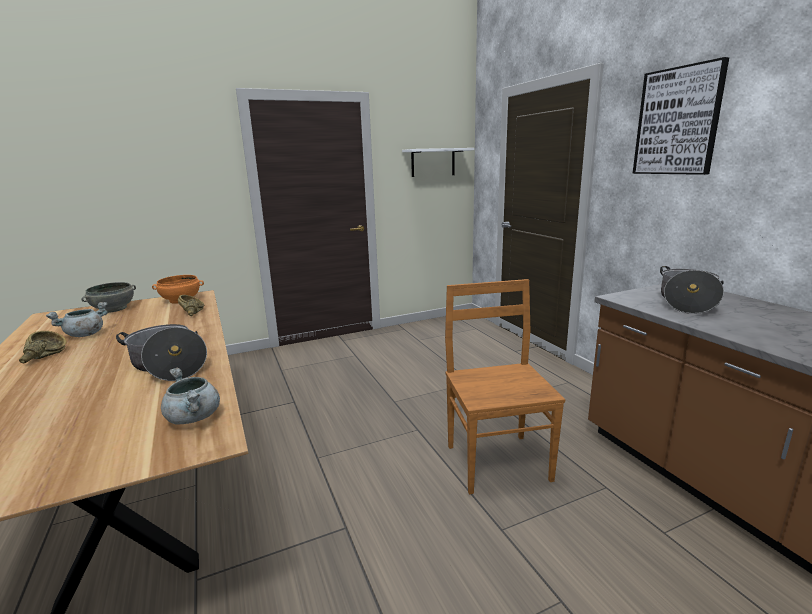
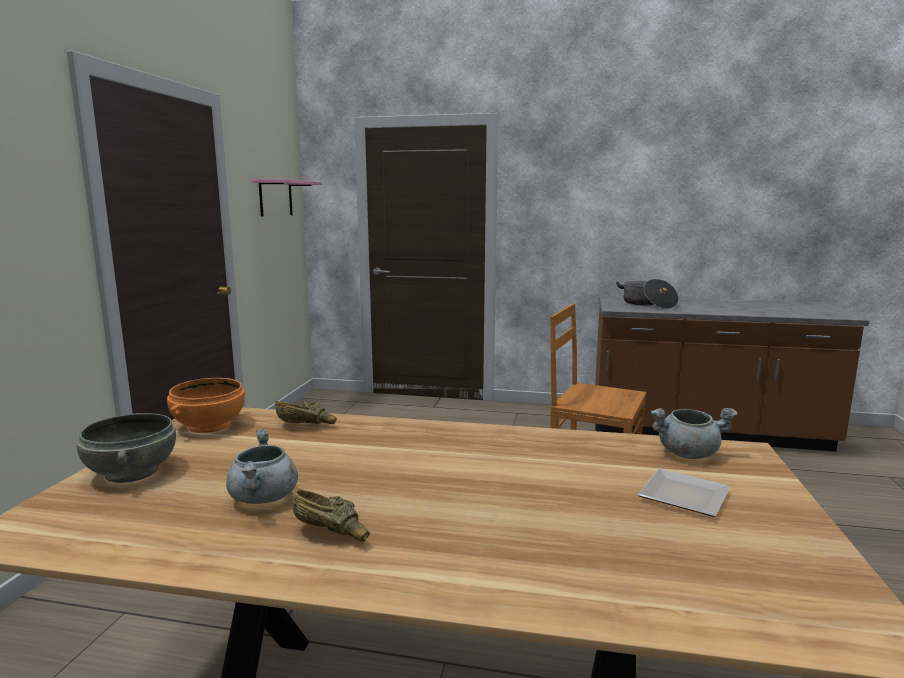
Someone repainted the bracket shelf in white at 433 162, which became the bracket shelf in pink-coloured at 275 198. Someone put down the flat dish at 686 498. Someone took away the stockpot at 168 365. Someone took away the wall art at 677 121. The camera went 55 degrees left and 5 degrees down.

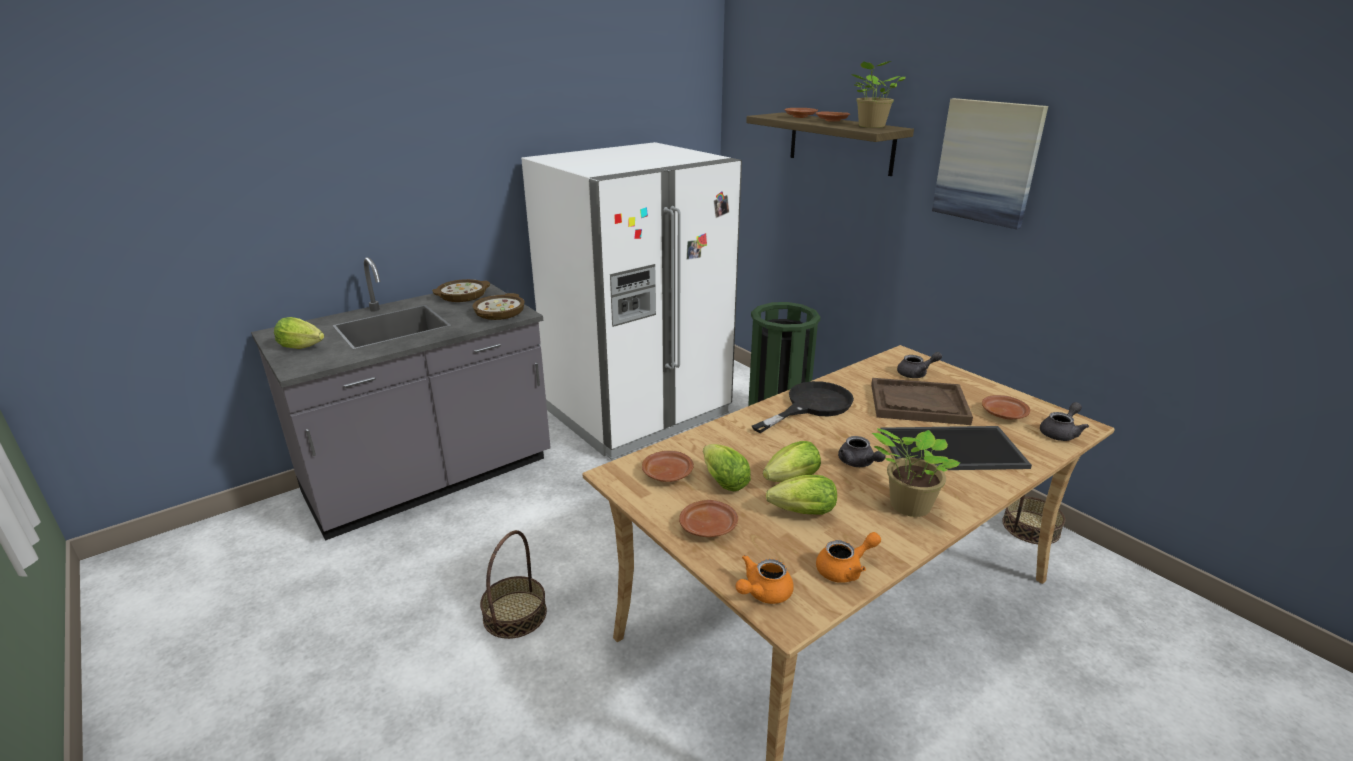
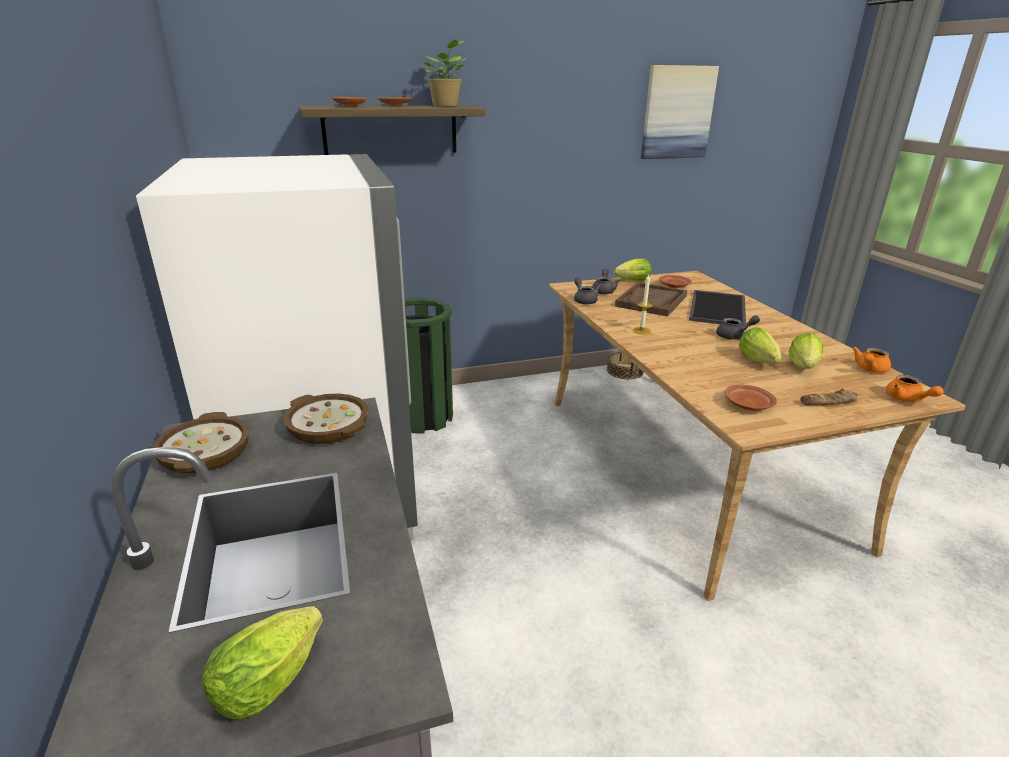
Someone carried the pot for tea in grey from 1060 433 to 584 300. Someone carried the lettuce head from 722 480 to 631 281. Someone swapped the skillet in black at 811 406 for the candle at 641 331. Someone carried the wall art from 987 162 to 677 112. Someone swapped the flat dish in brown at 709 527 for the bread at 829 402. Someone rotated the pot for tea in orange-coloured at 845 569 by 135 degrees counterclockwise. Someone took away the storage basket at 514 614. Someone took away the houseplant at 907 506. The camera went 70 degrees left and 0 degrees up.

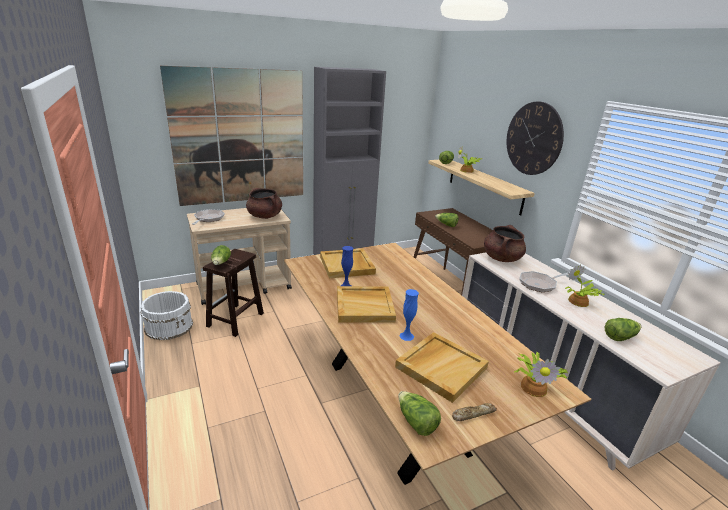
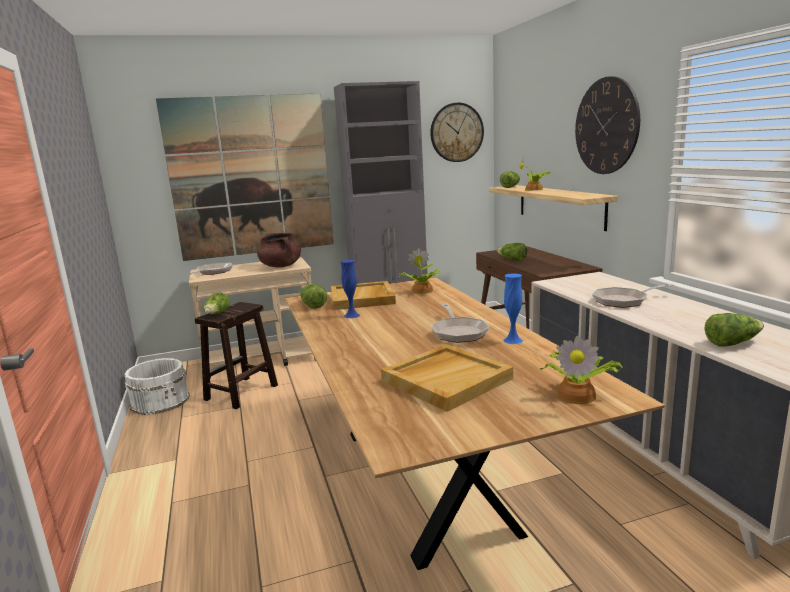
Someone carried the lettuce head from 416 422 to 312 305. Someone carried the houseplant from 578 302 to 421 291. Someone put up the hanging clock at 456 132. Someone put down the skillet at 458 332. Someone carried the vase in blue from 406 336 to 513 340. Someone took away the carrying tray in beige-coloured at 365 306. Someone took away the bread at 473 414. Someone took away the stockpot in brown at 501 258. The camera went 10 degrees right and 10 degrees down.

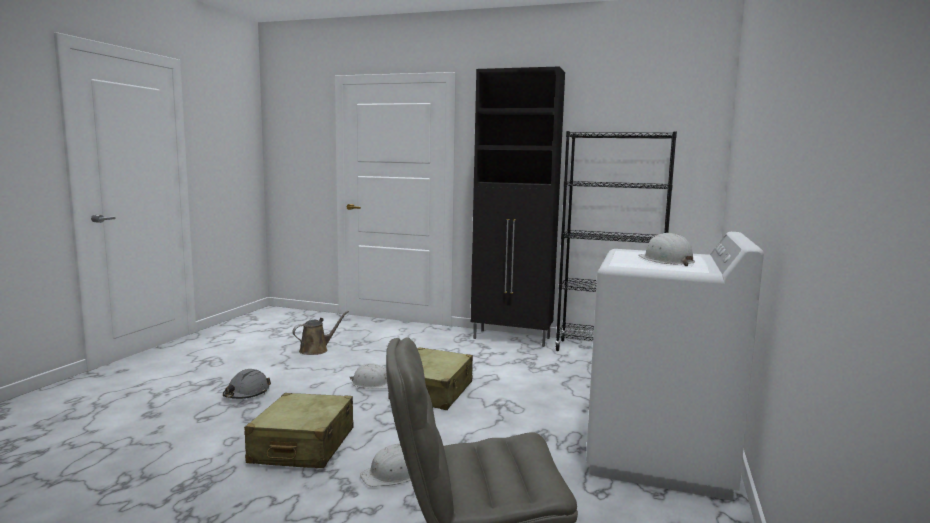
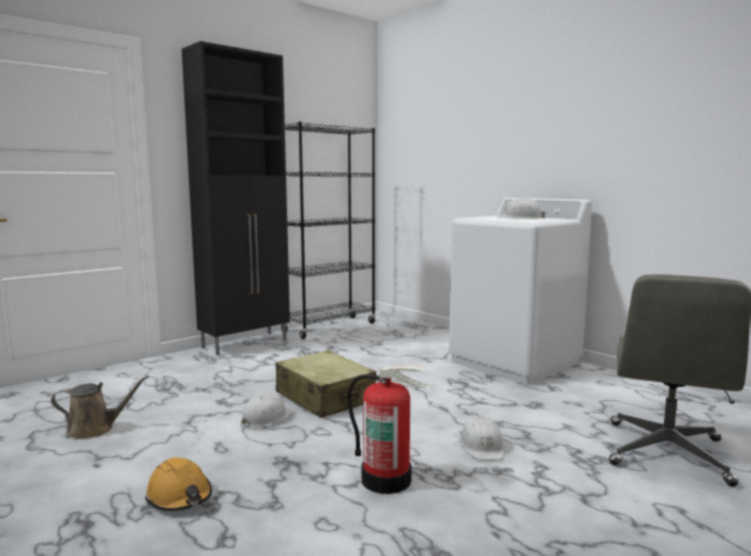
Someone rotated the watering pot in brown at 316 350 by 90 degrees clockwise. Someone repainted the hard hat in grey at 246 394, which became the hard hat in orange-coloured at 180 497. Someone swapped the piece of luggage in beige-coloured at 302 446 for the extinguisher at 387 479. The camera went 60 degrees left and 0 degrees up.

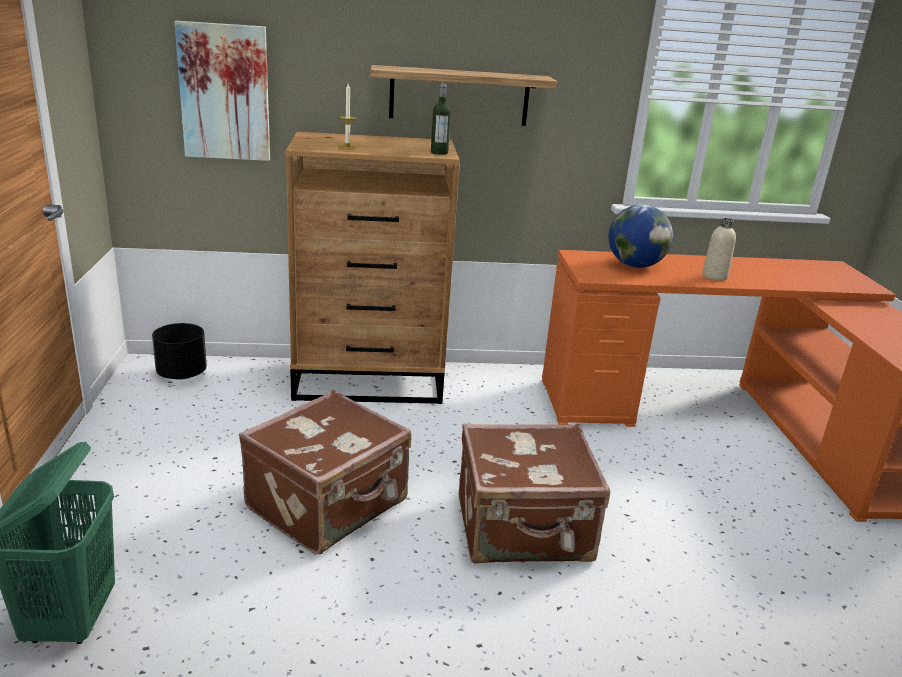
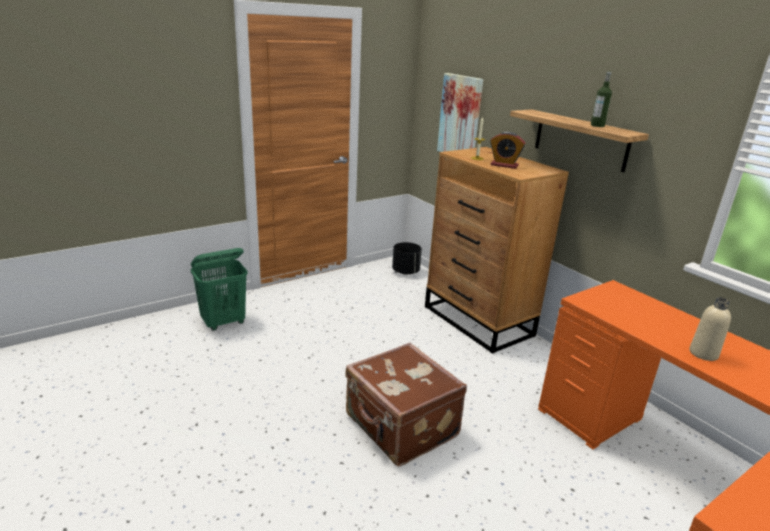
Someone put down the table clock at 504 165. Someone carried the drink bottle from 439 153 to 597 125. Someone took away the piece of luggage in brown at 329 505. Someone took away the world globe at 635 265. The camera went 60 degrees right and 0 degrees up.

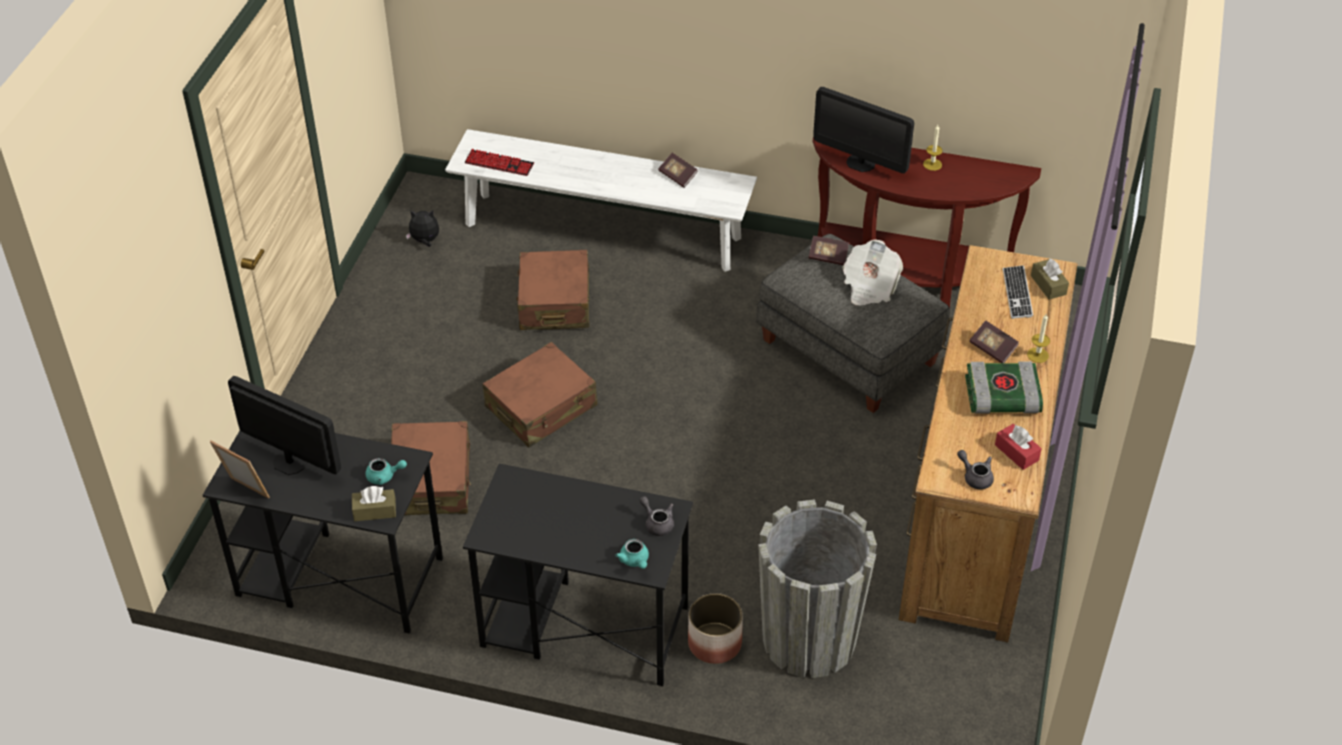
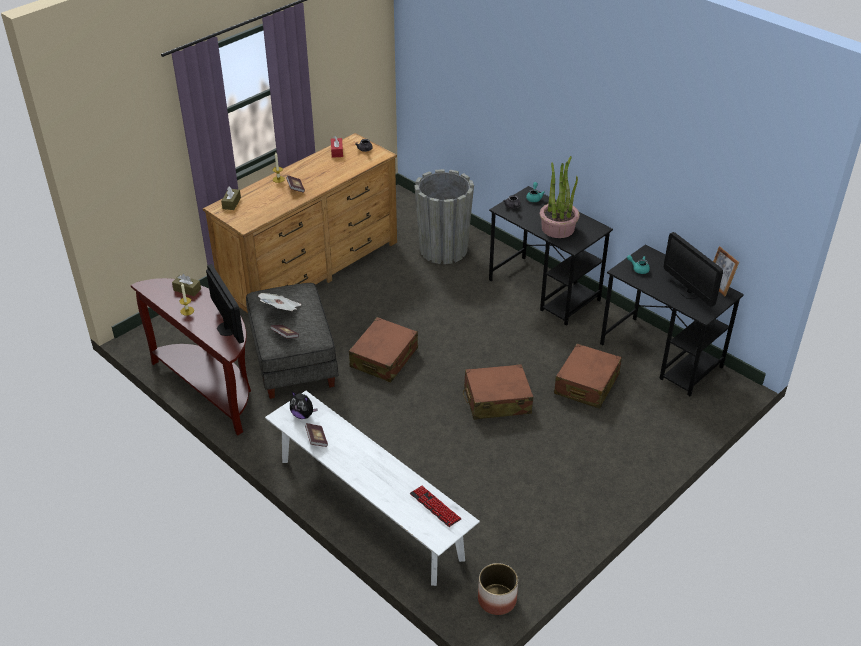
Someone carried the tissue box in brown from 374 511 to 187 289. Someone carried the soft toy from 425 241 to 303 415. Someone carried the piece of luggage in brown from 554 303 to 384 358. Someone carried the planter from 714 643 to 497 599. Someone put down the houseplant at 558 228. Someone took away the bound book at 1001 397. Someone took away the computer keyboard at 1017 293. The camera went 150 degrees left and 5 degrees down.

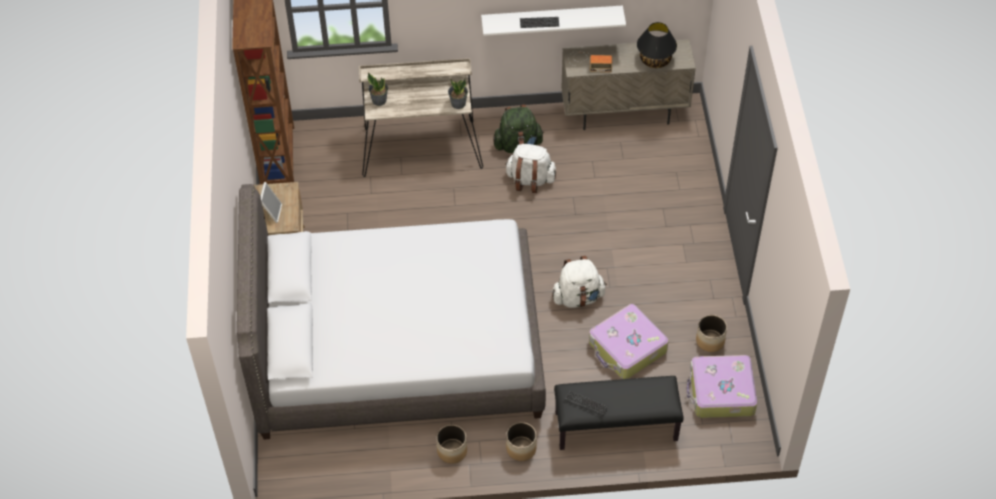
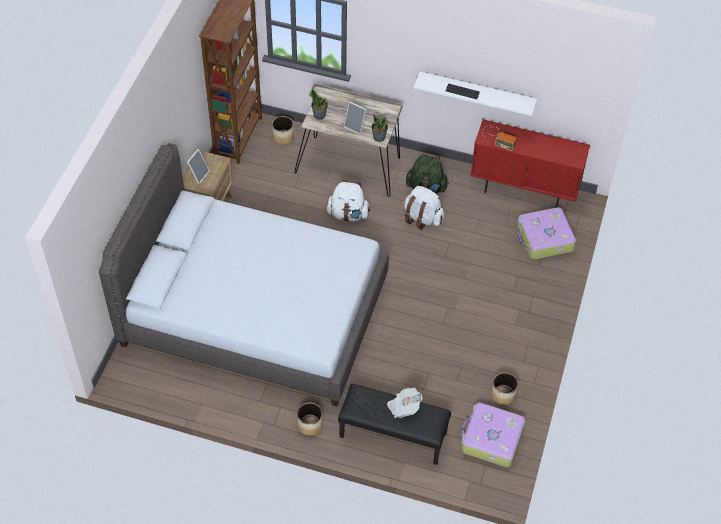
Someone carried the planter from 452 451 to 283 137. Someone carried the rucksack in white from 578 297 to 348 214. Someone put down the standing frame at 355 126. Someone put down the printed paper at 404 407. Someone repainted the cupboard in beige-coloured at 624 114, which became the cupboard in red-coloured at 523 191. Someone carried the piece of luggage from 627 348 to 544 239. Someone took away the table lamp in black at 655 60. The camera went 20 degrees right and 0 degrees up.

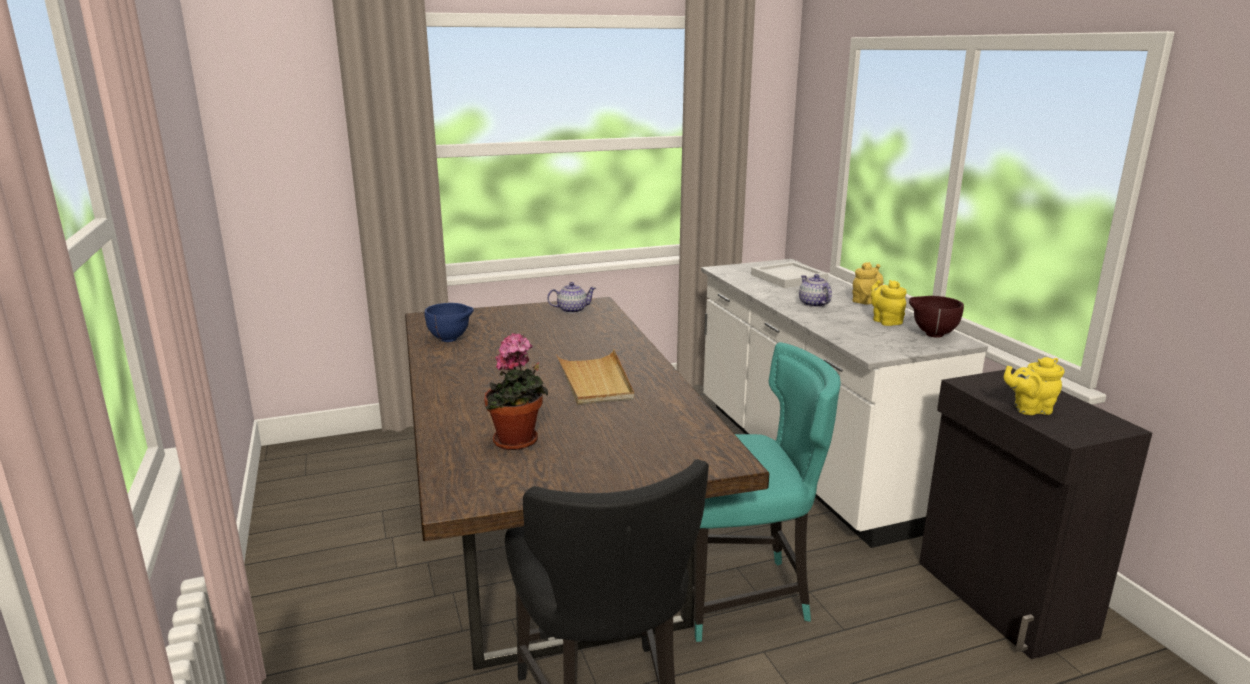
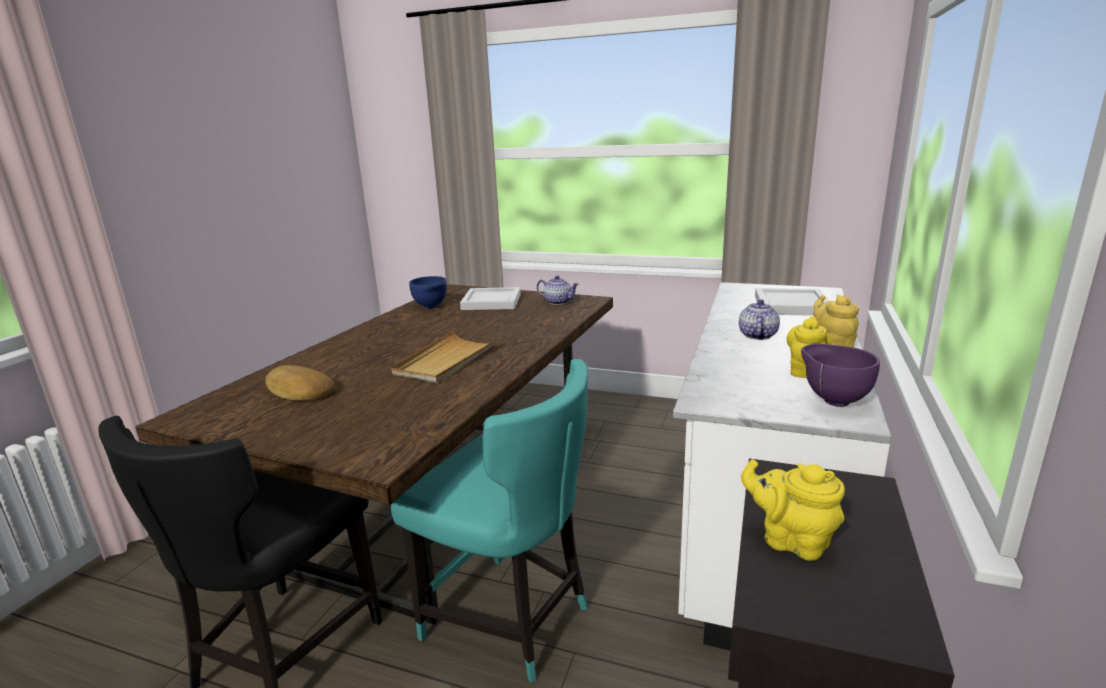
Someone swapped the houseplant at 518 442 for the bread at 299 391. Someone put down the carrying tray in white at 490 302. Someone repainted the serving bowl in brown at 931 334, which became the serving bowl in purplish at 833 400. Someone rotated the pot for tea in yellowish at 865 300 by 90 degrees counterclockwise. The camera went 40 degrees right and 0 degrees up.

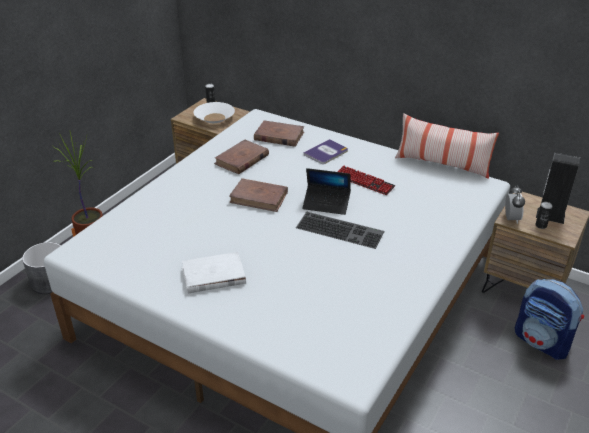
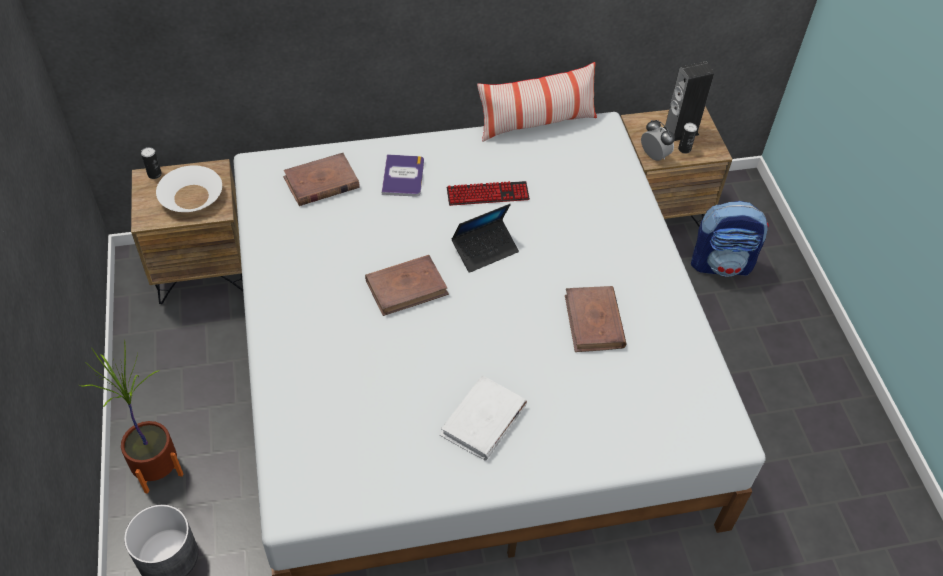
Someone carried the bound book in brown from 241 159 to 594 322. Someone took away the computer keyboard at 341 229. The camera went 45 degrees left and 15 degrees up.

